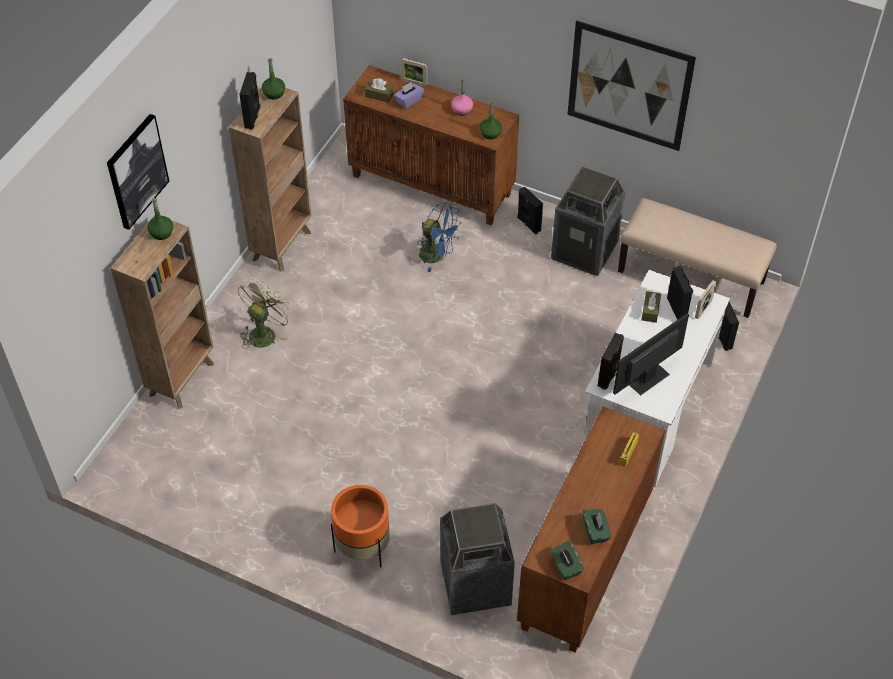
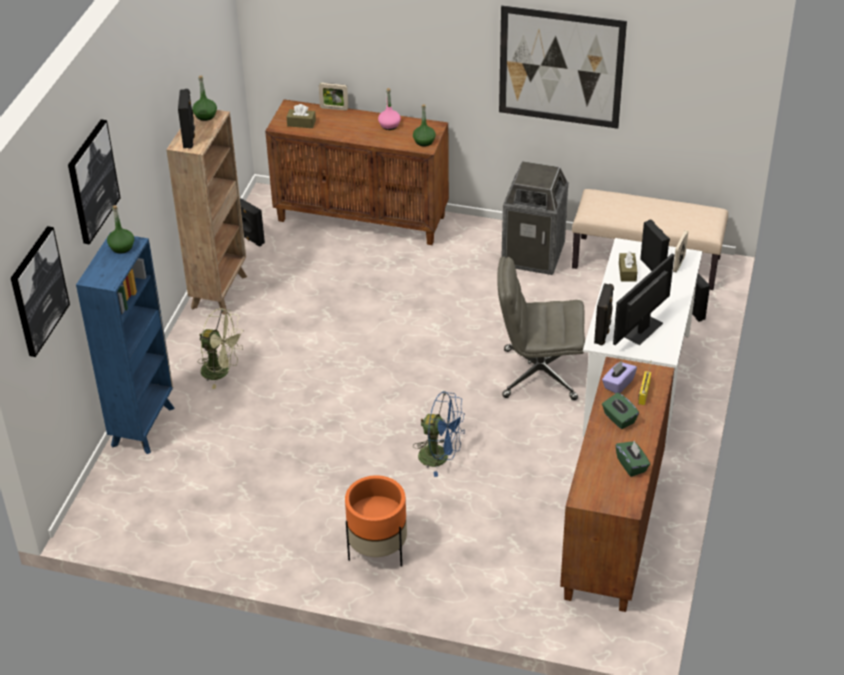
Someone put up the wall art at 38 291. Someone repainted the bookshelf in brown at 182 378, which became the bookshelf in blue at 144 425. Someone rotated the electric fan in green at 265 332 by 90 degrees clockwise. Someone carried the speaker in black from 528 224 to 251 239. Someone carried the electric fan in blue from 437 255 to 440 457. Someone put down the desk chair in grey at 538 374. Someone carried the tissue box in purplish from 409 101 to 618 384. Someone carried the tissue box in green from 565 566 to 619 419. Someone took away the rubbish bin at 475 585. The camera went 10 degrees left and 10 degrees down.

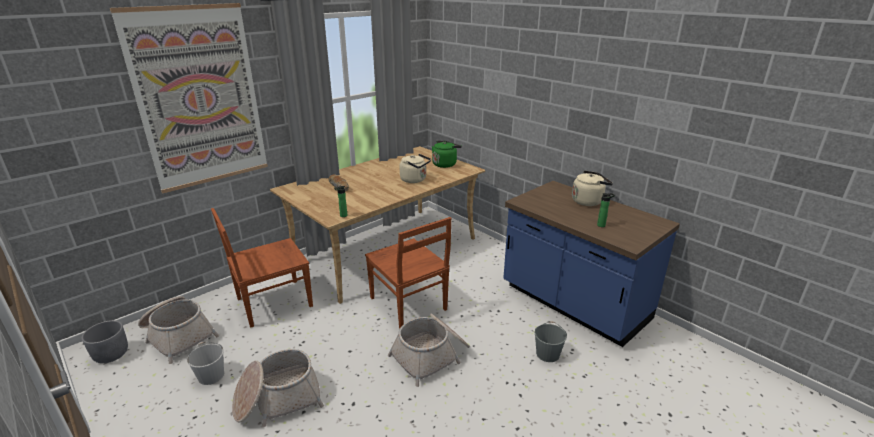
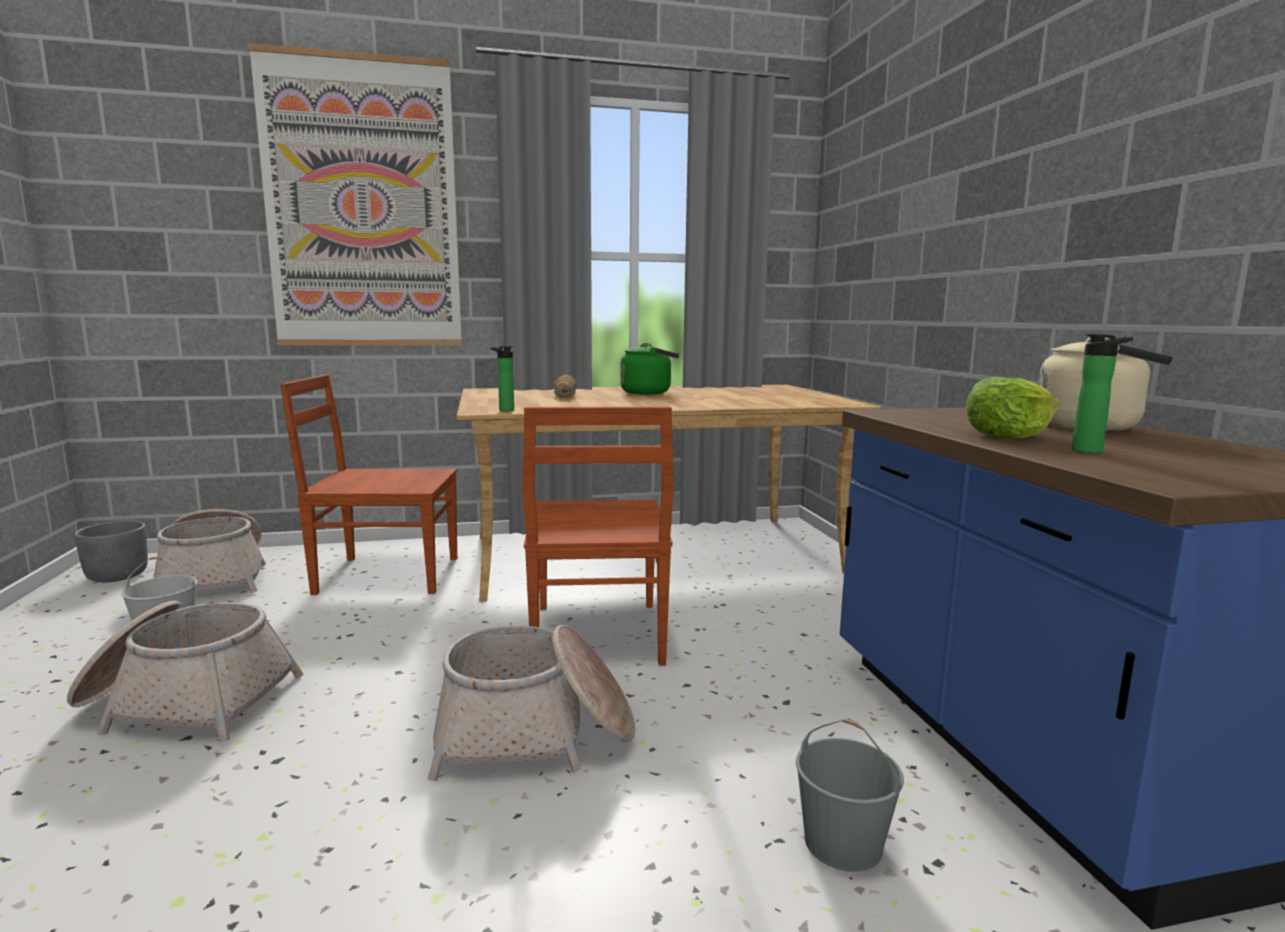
Someone carried the water kettle in green from 445 164 to 649 393. Someone put down the lettuce head at 1008 435. Someone took away the water kettle in beige-coloured at 415 180. The camera went 30 degrees right and 15 degrees down.

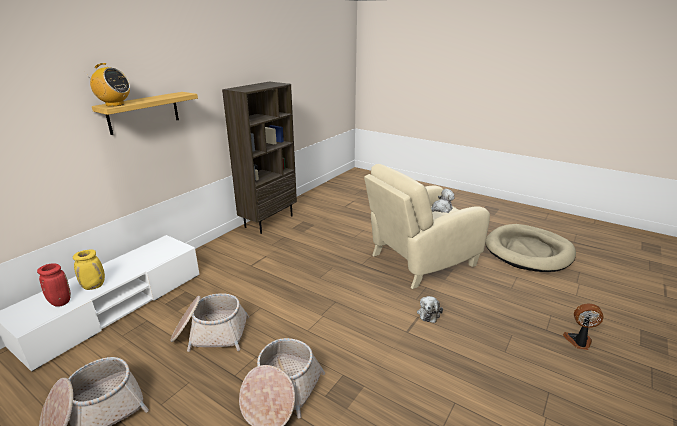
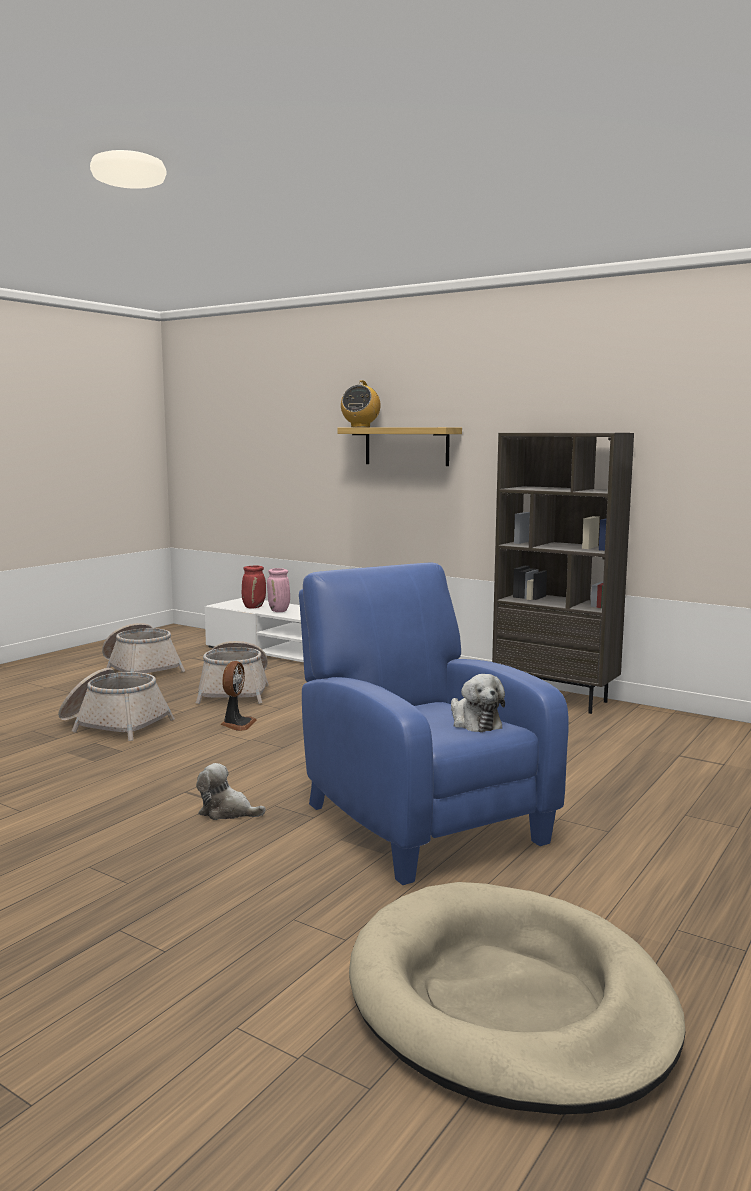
Someone carried the electric fan from 578 341 to 237 724. Someone repainted the vase in yellowish at 94 286, which became the vase in pink-coloured at 279 611. Someone repainted the lounge chair in beige-coloured at 419 261, which became the lounge chair in blue at 419 819. The camera went 90 degrees right and 15 degrees down.

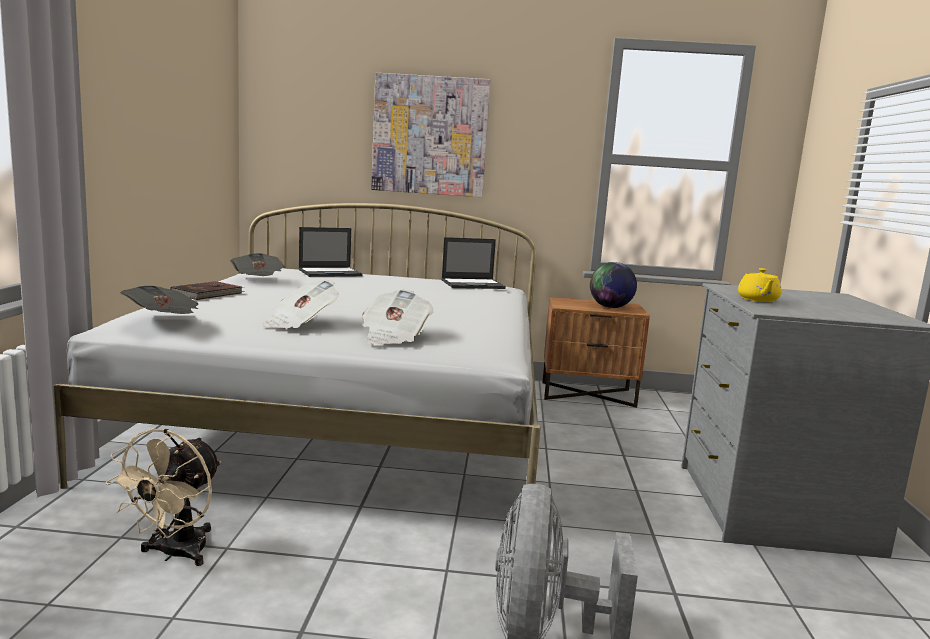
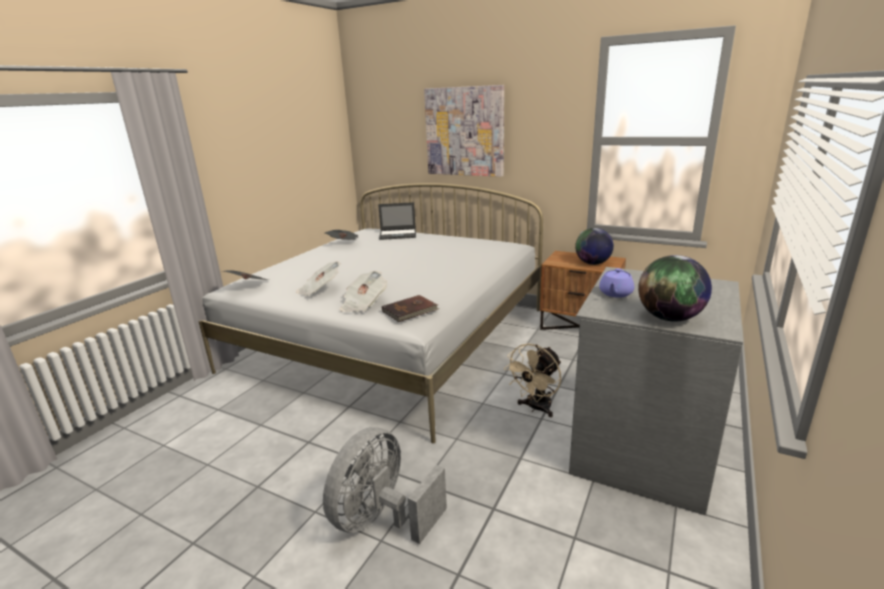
Someone carried the bound book in brown from 208 293 to 410 310. Someone carried the electric fan in beige-coloured from 175 554 to 536 408. Someone repainted the pot for tea in yellowish at 758 300, which became the pot for tea in purplish at 615 293. Someone put down the world globe at 669 318. Someone took away the portable computer at 473 284. The camera went 25 degrees right and 10 degrees up.

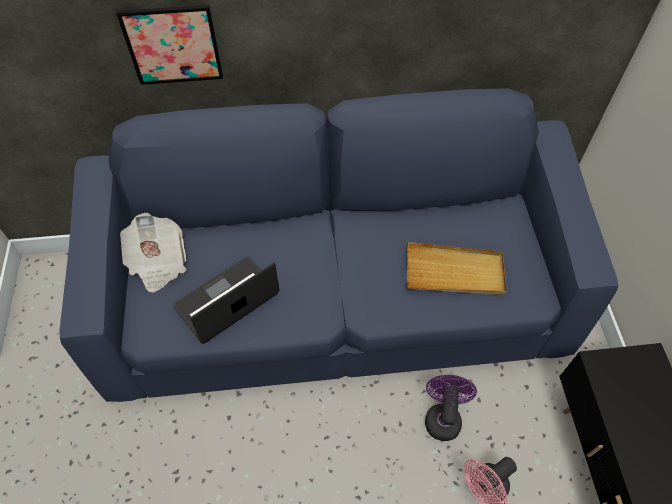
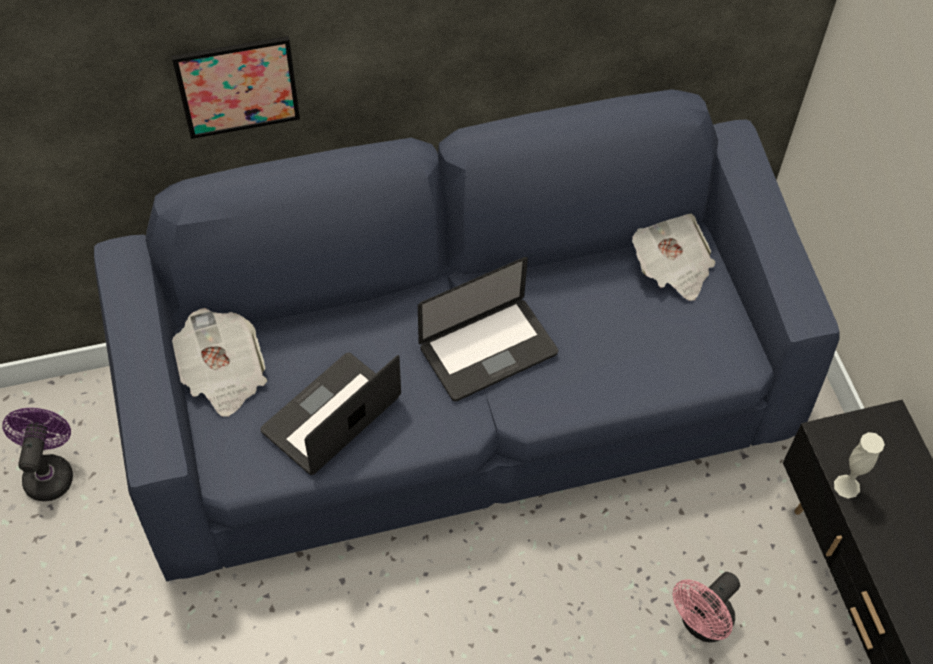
Someone carried the electric fan in purplish from 442 416 to 50 472. Someone put down the portable computer at 488 351. Someone put down the printed paper at 671 266. Someone put down the vase in white at 847 486. Someone took away the carrying tray in beige-coloured at 455 272. The camera went 10 degrees left and 0 degrees up.

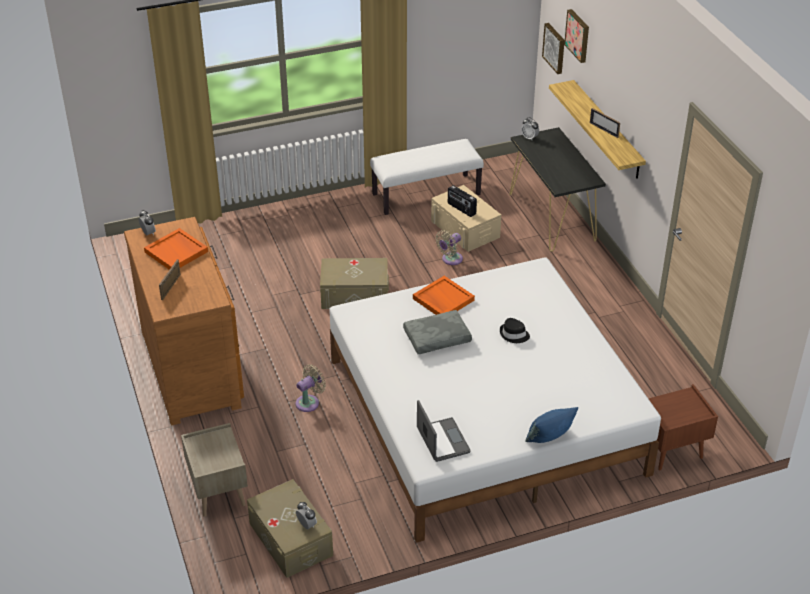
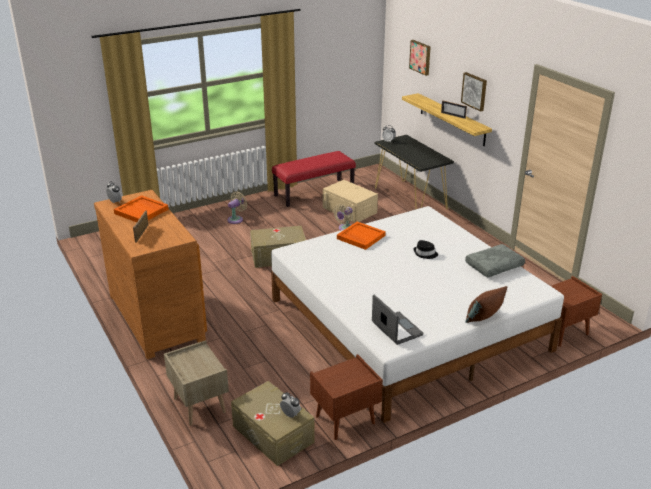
Someone carried the electric fan in beige-coloured from 309 402 to 236 219. Someone repainted the indoor bench in white at 426 194, which became the indoor bench in red-coloured at 314 193. Someone put down the nightstand in brown at 345 420. Someone carried the wall art from 555 48 to 474 91. Someone carried the cushion in grey from 437 339 to 494 266. Someone repainted the cushion in blue at 549 438, which became the cushion in brown at 483 318. Someone took away the radio at 461 209. The camera went 10 degrees left and 10 degrees down.

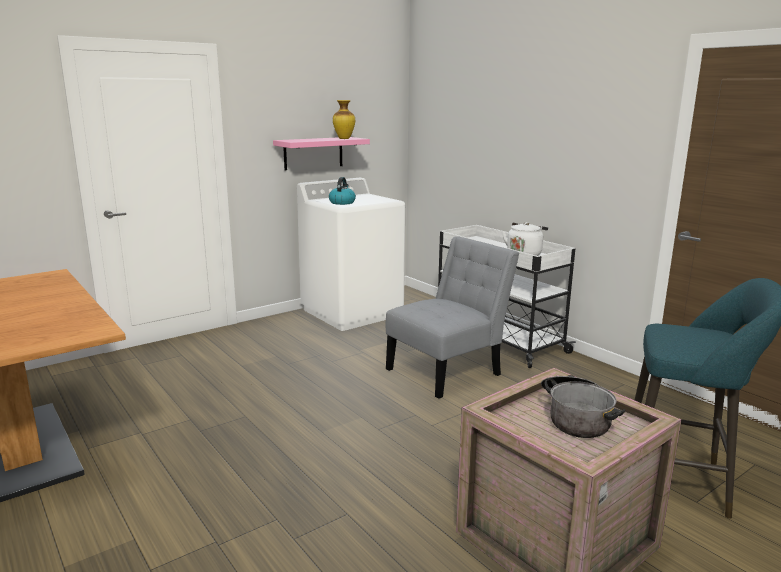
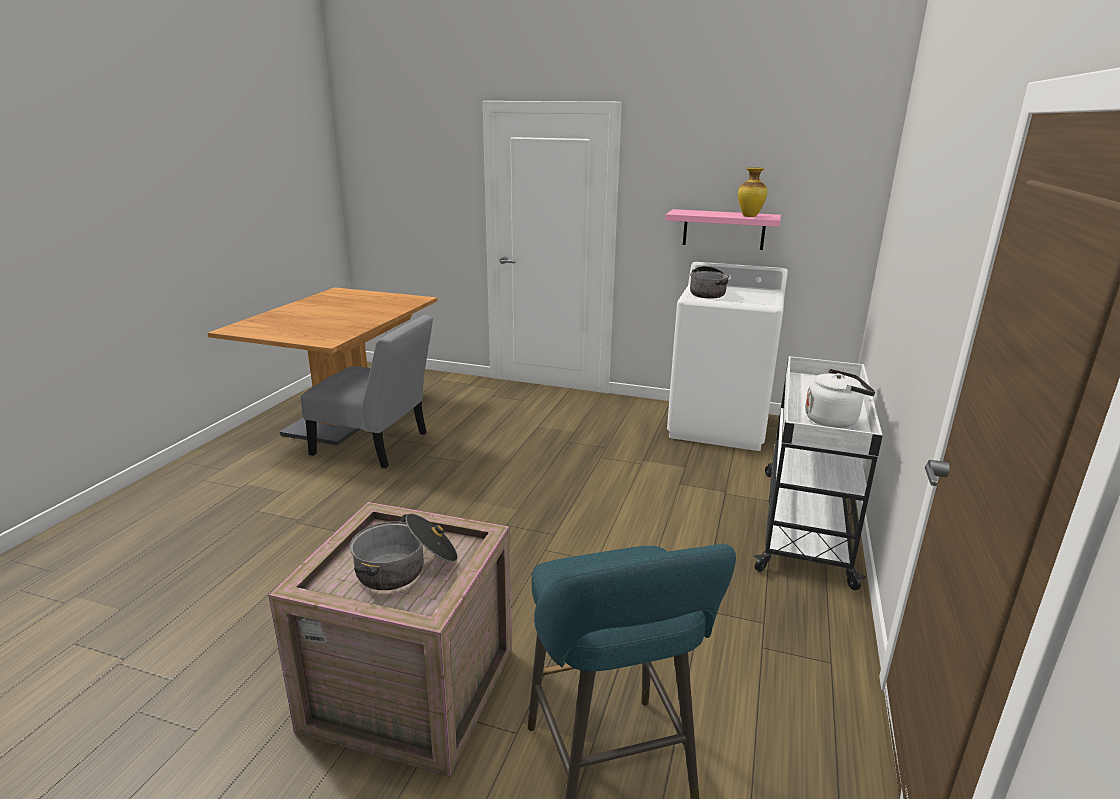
Someone carried the chair in grey from 448 370 to 376 445. Someone swapped the water kettle at 342 202 for the stockpot at 708 293. The camera went 55 degrees right and 5 degrees up.

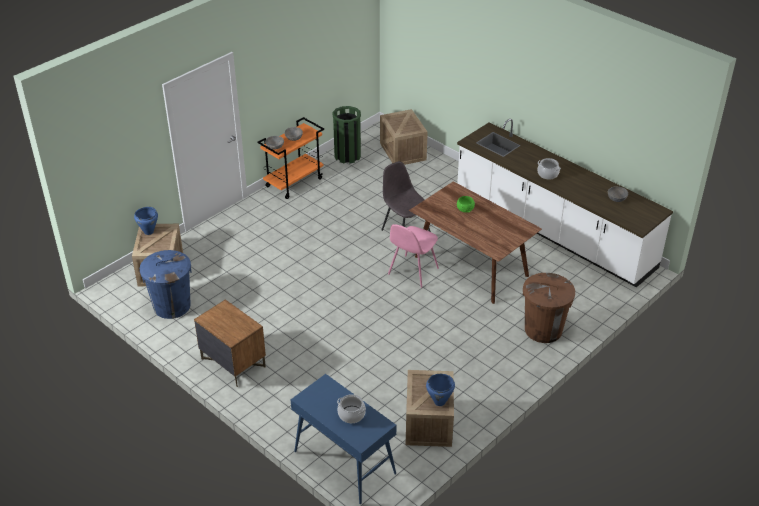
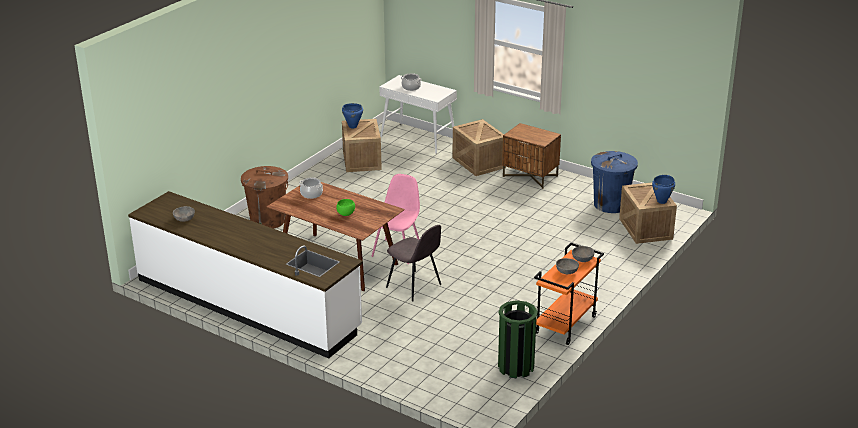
Someone carried the stockpot from 547 174 to 311 194. Someone repainted the narrow table in blue at 344 462, which became the narrow table in white at 418 138. Someone carried the shipping crate from 403 152 to 478 162. The camera went 170 degrees right and 10 degrees down.

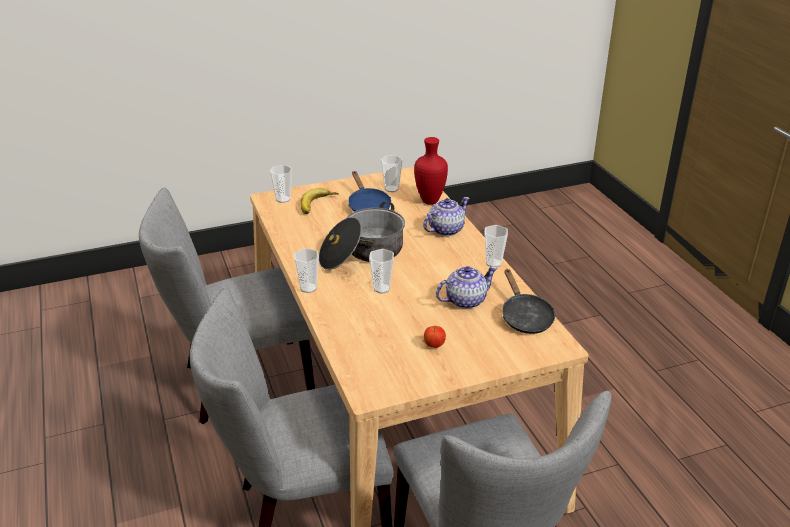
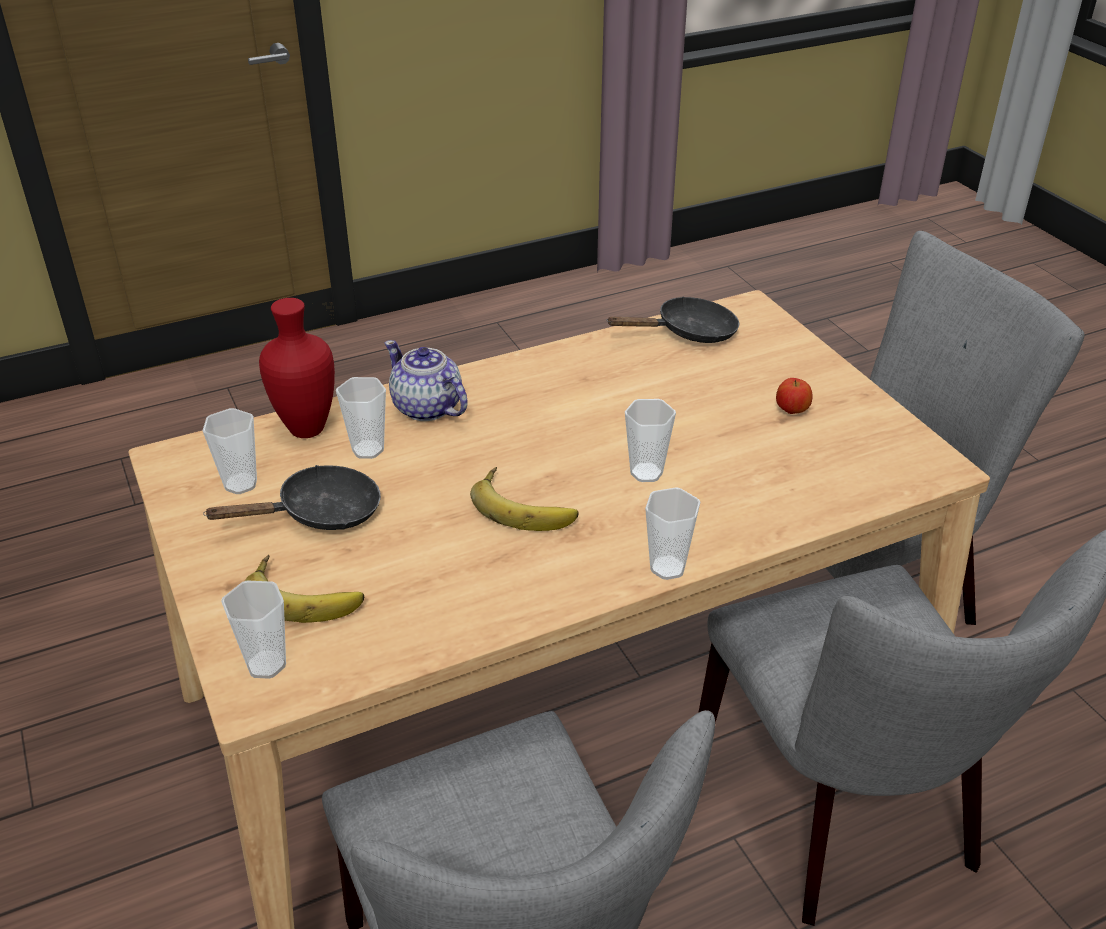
Someone repainted the skillet in blue at 368 206, which became the skillet in black at 320 513. Someone carried the cup from 493 263 to 368 450. Someone swapped the stockpot at 362 254 for the whole banana at 525 506. Someone took away the pot for tea at 465 300. The camera went 95 degrees left and 5 degrees up.

